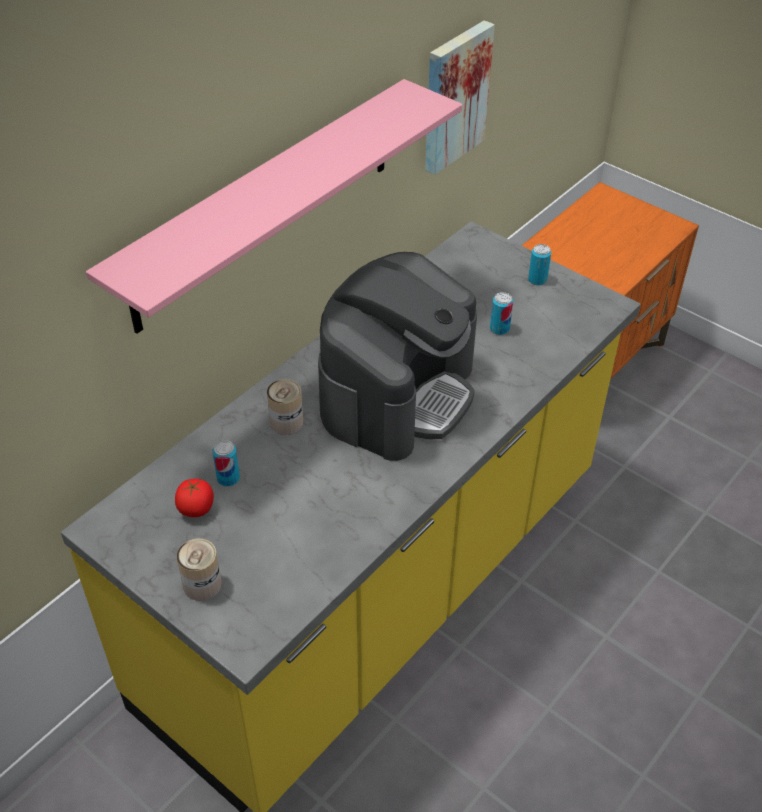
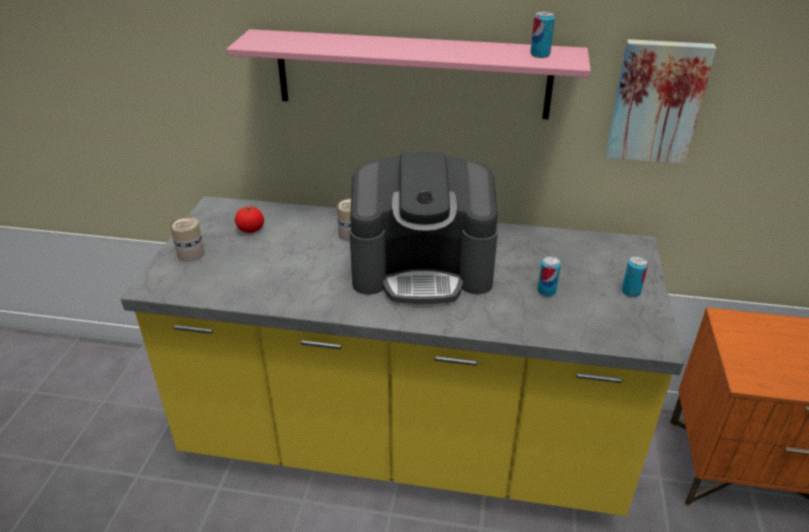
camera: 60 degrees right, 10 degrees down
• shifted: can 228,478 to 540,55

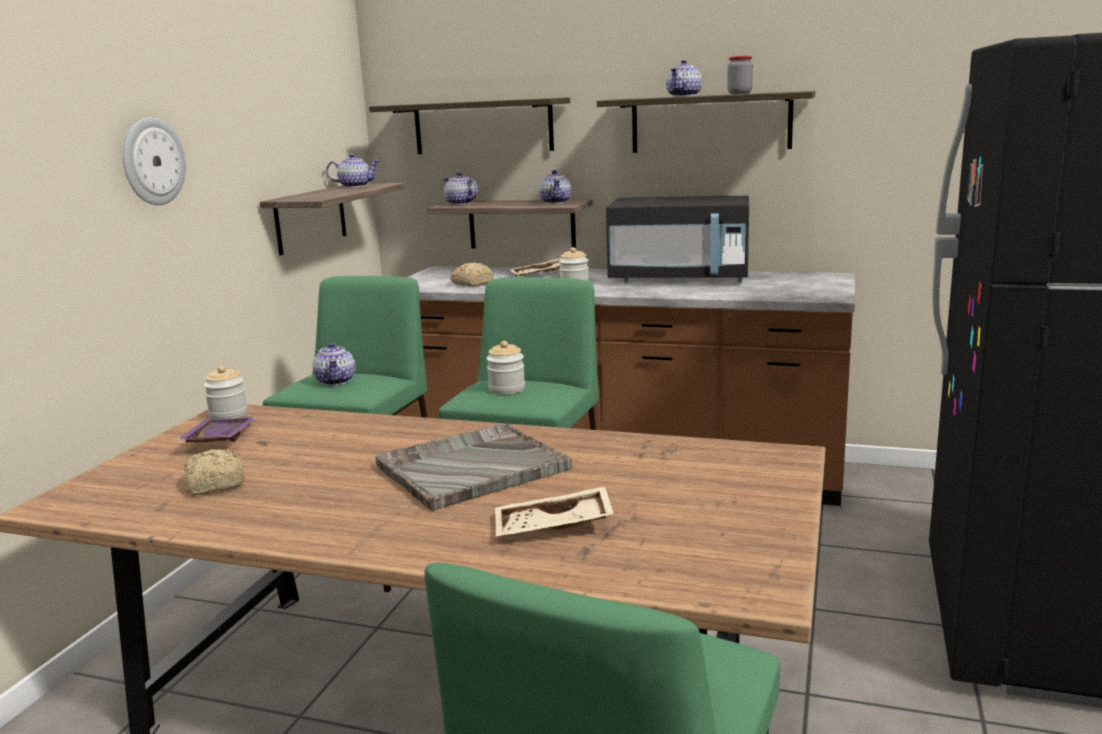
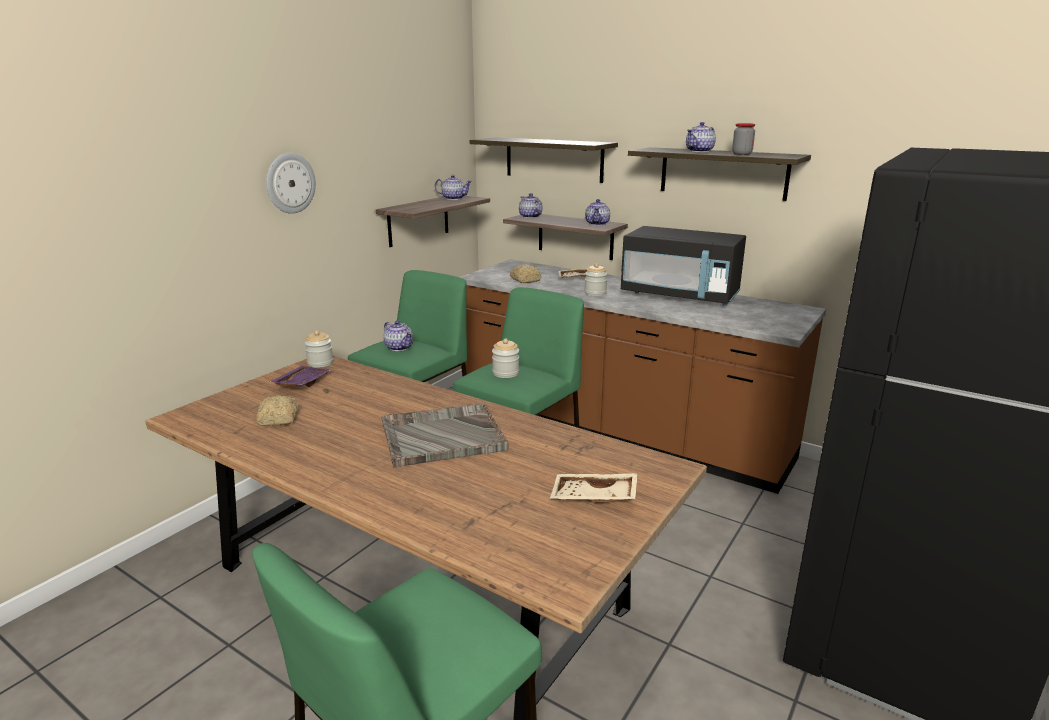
camera: 15 degrees right, 5 degrees up
• rotated: teapot 336,381 = 399,347 45 degrees counterclockwise
• shifted: tray in beige 553,528 to 593,498

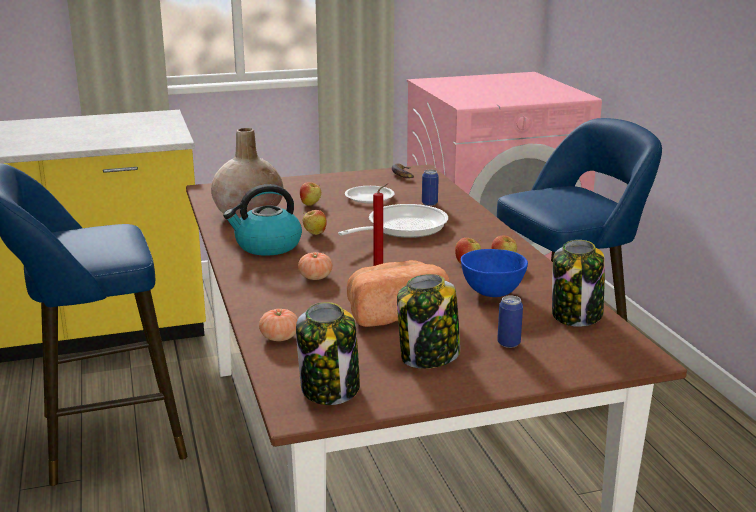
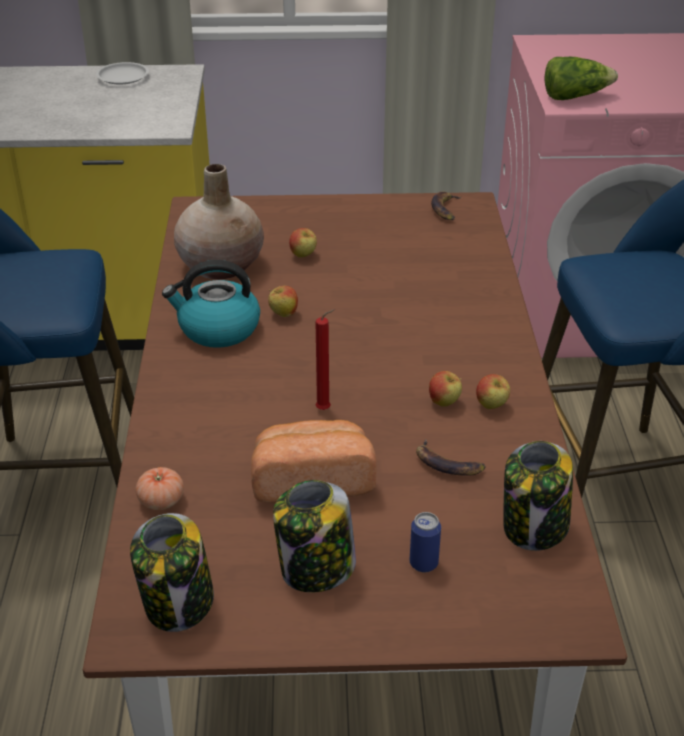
camera: 15 degrees right, 15 degrees up
• gone: tomato 315,277
• gone: frying pan 401,228
• shifted: plate in white 370,197 to 123,77
• gone: can 429,203
• swapped: bowl in blue 491,293 to banana 447,464
• new: lettuce 575,96

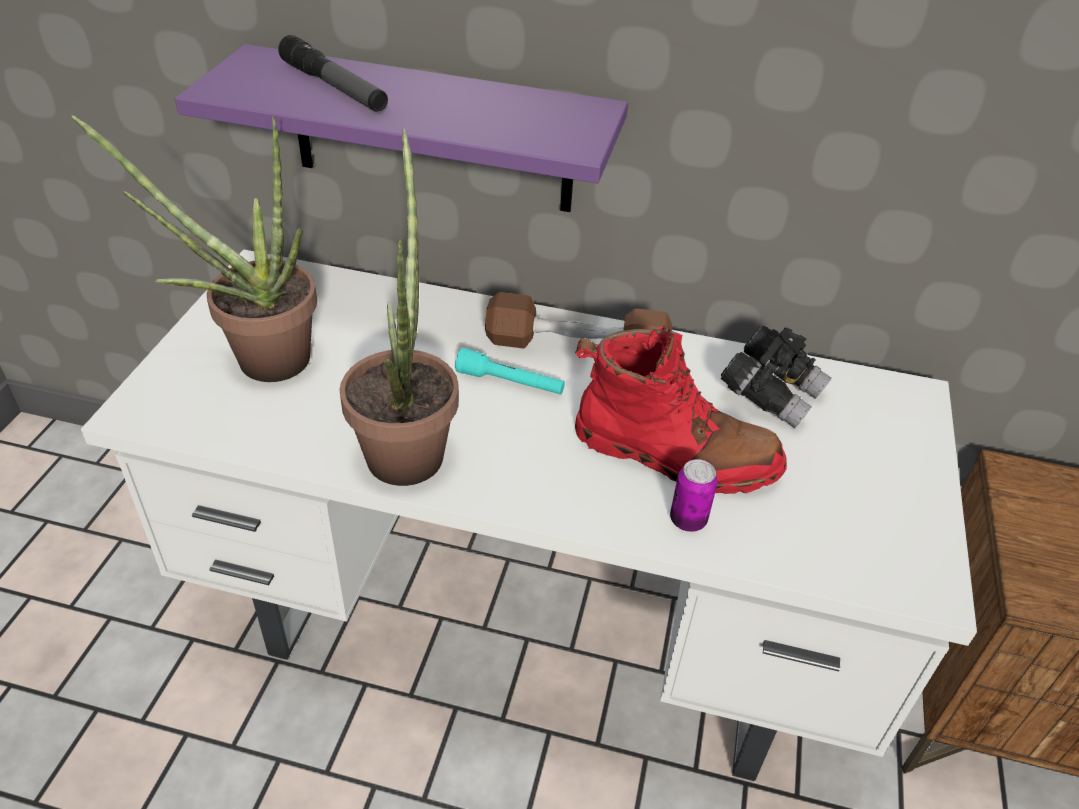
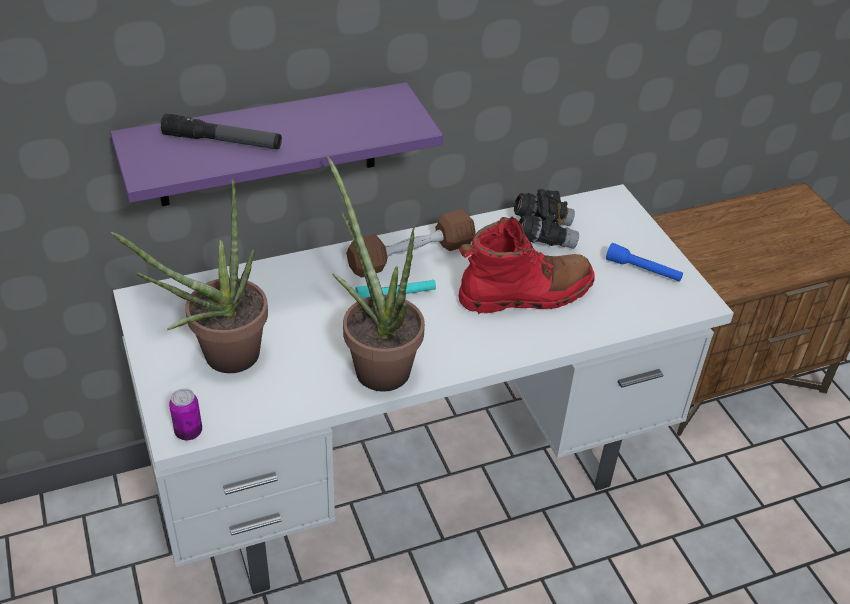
camera: 35 degrees left, 0 degrees up
• shifted: can 688,520 to 188,432
• new: flashlight in blue 643,270

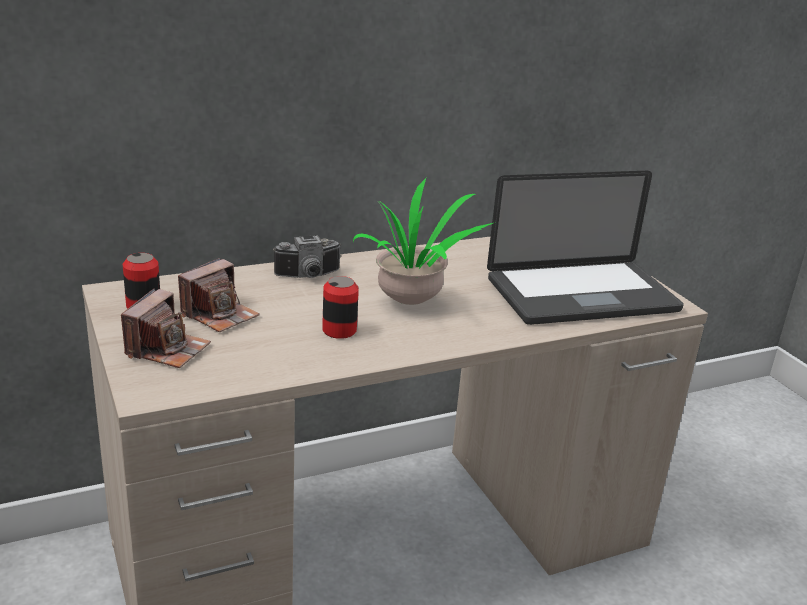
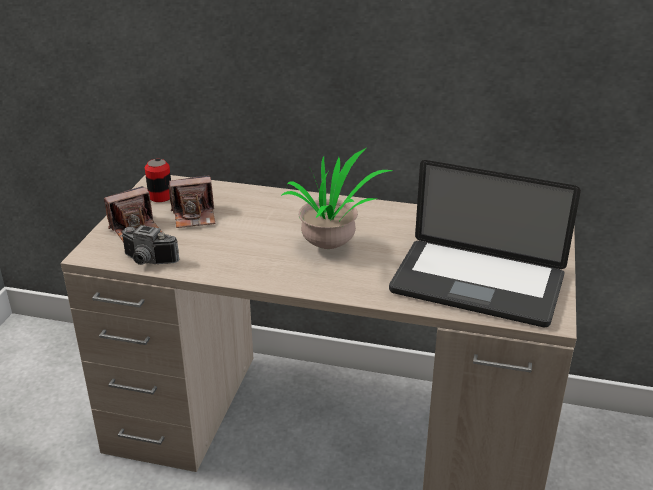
camera: 40 degrees right, 5 degrees up
• shifted: photo camera 309,276 to 147,262
• gone: can 339,330

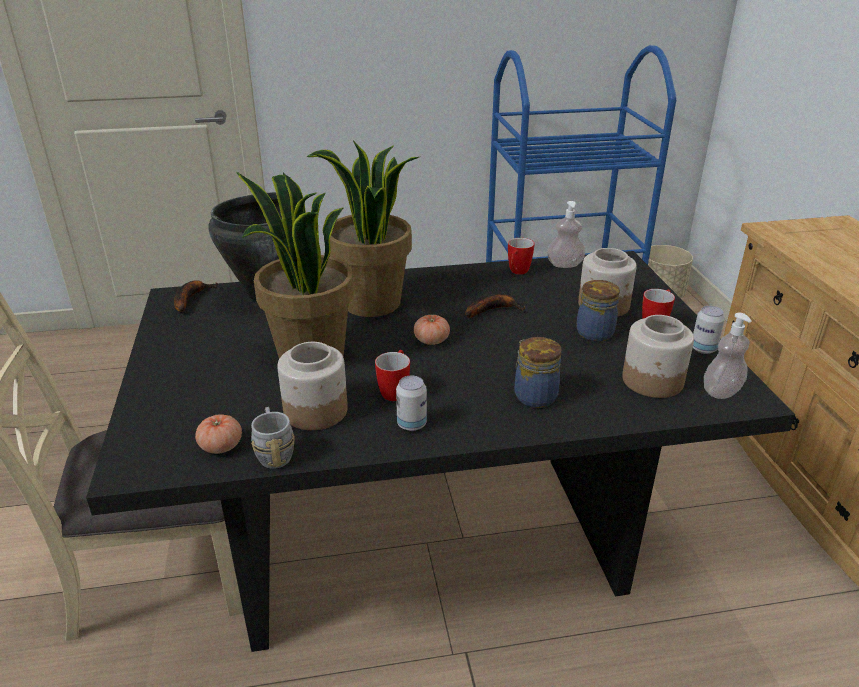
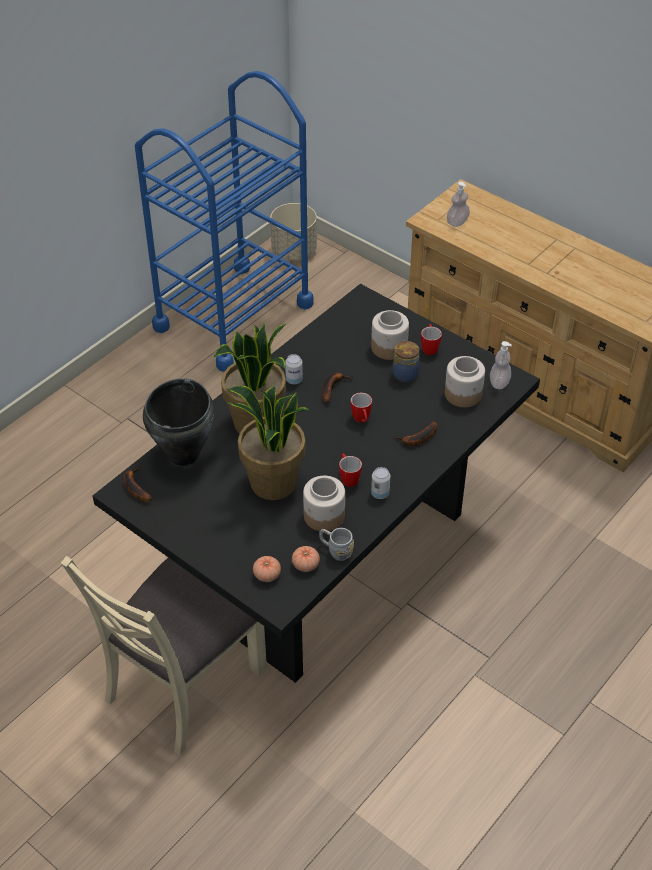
camera: 40 degrees left, 15 degrees up
• shifted: tomato 431,340 to 267,575
• shifted: mug 517,273 to 362,420
• swapped: jar 534,395 to banana 417,439
• shifted: soap dispenser 564,265 to 457,222
• shifted: can 703,349 to 294,380

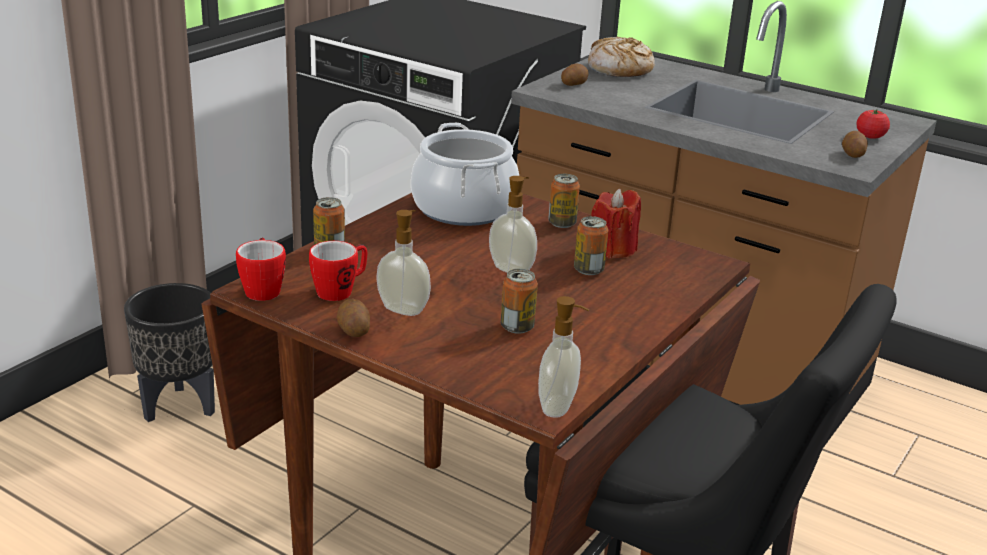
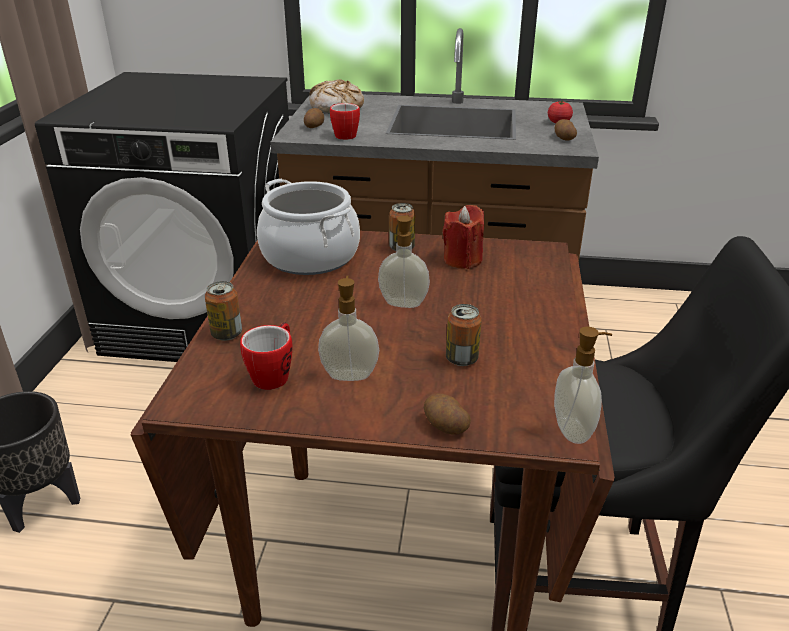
camera: 25 degrees left, 5 degrees up
• shifted: mug 263,289 to 343,135
• shifted: potato 353,330 to 444,426
• gone: can 588,270

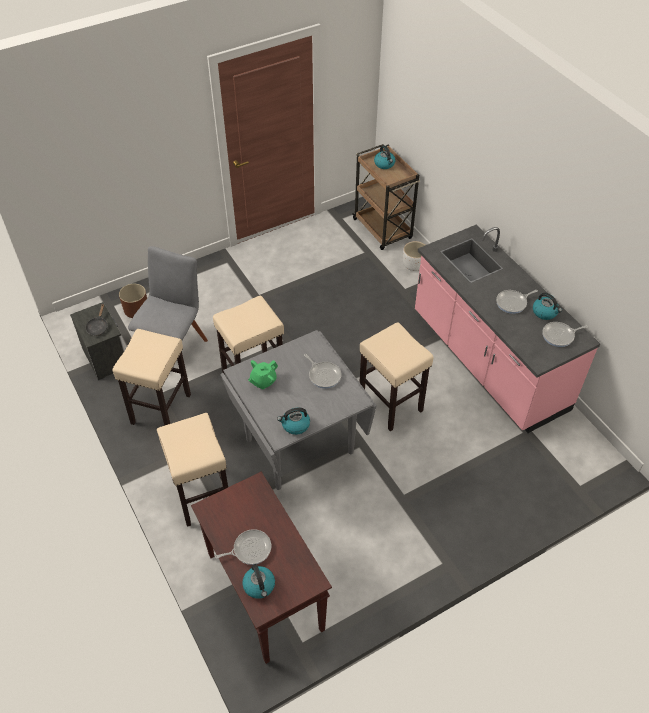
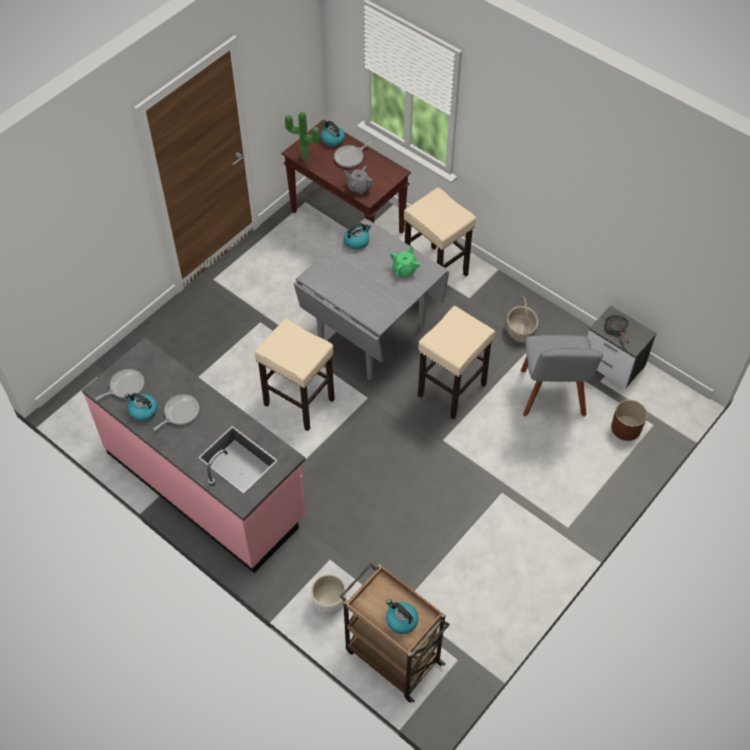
camera: 160 degrees right, 5 degrees up
• swapped: stool in beige 161,408 to basket 521,331
• gone: frying pan 324,375
• new: potted plant 304,158
• new: teapot in grey 359,187

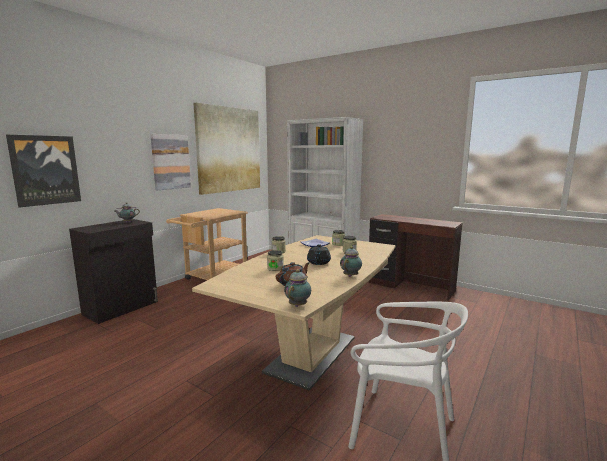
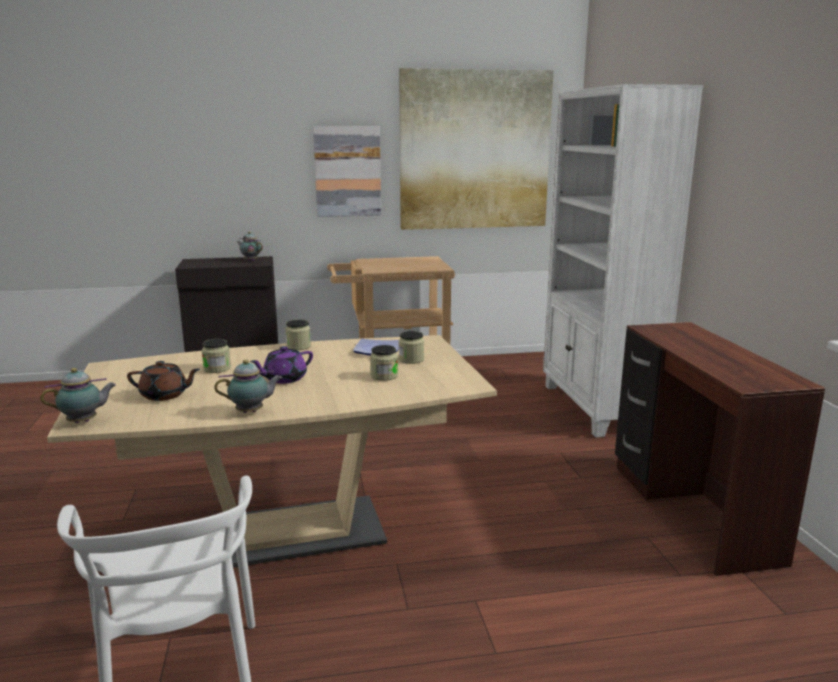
camera: 45 degrees right, 5 degrees up
• gone: picture 45,170
• repainted: teapot in black 318,263 to teapot in purple 284,379

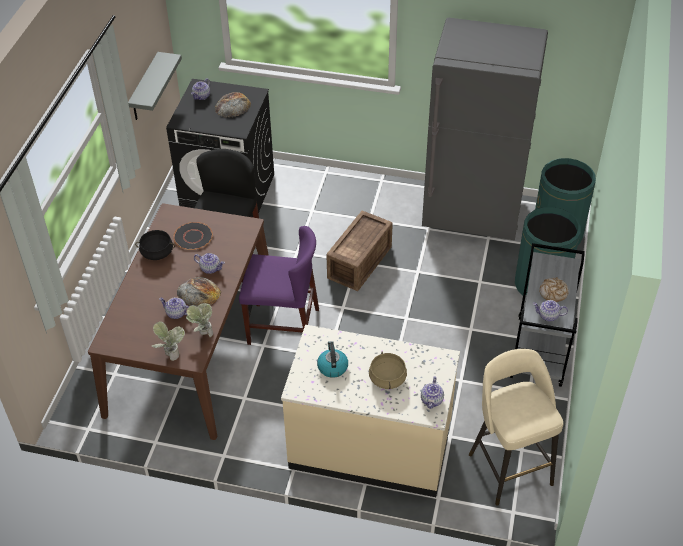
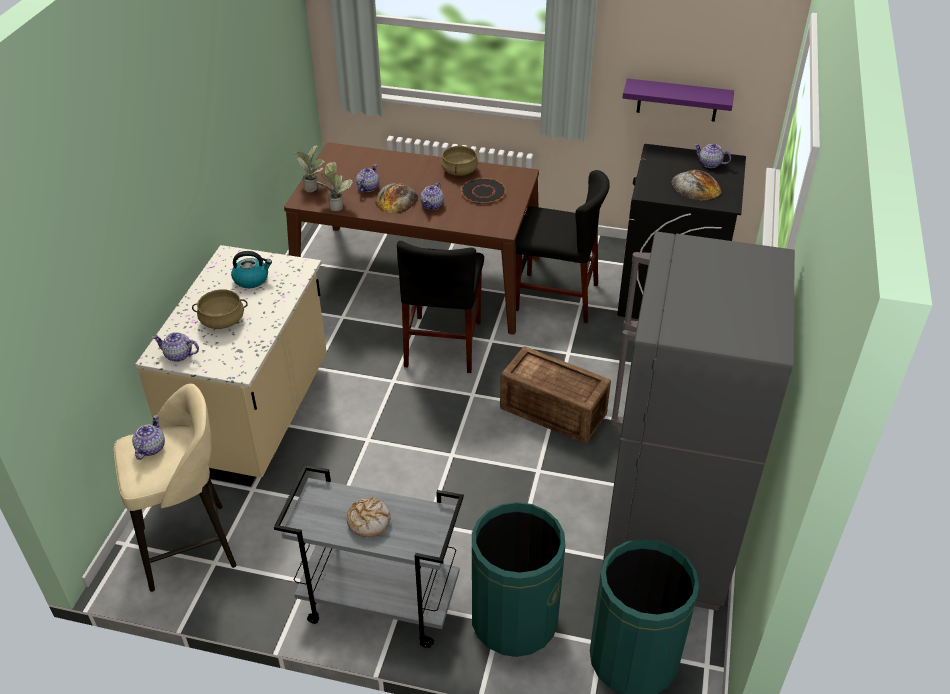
camera: 90 degrees right, 5 degrees down
• repainted: shelf in grey 144,88 to shelf in purple 677,100
• repainted: cooking pot in black 157,253 to cooking pot in beige 459,171
• repainted: chair in purple 283,326 to chair in black 443,343
• shifted: teapot 548,316 to 150,448

